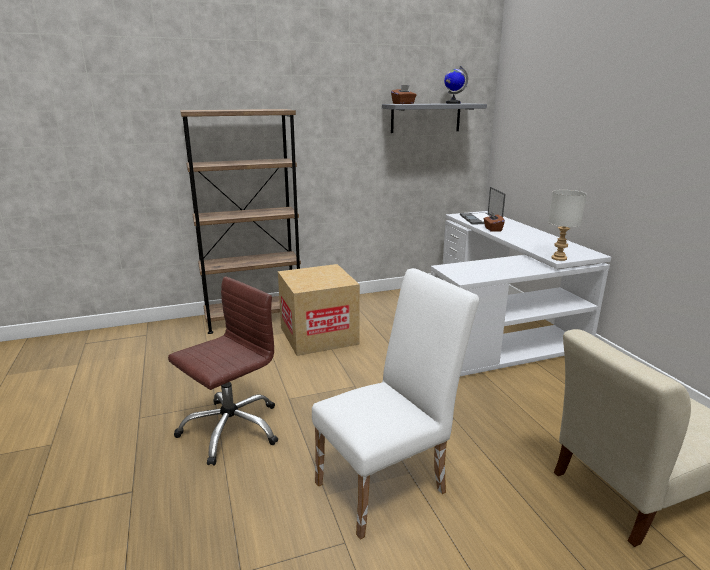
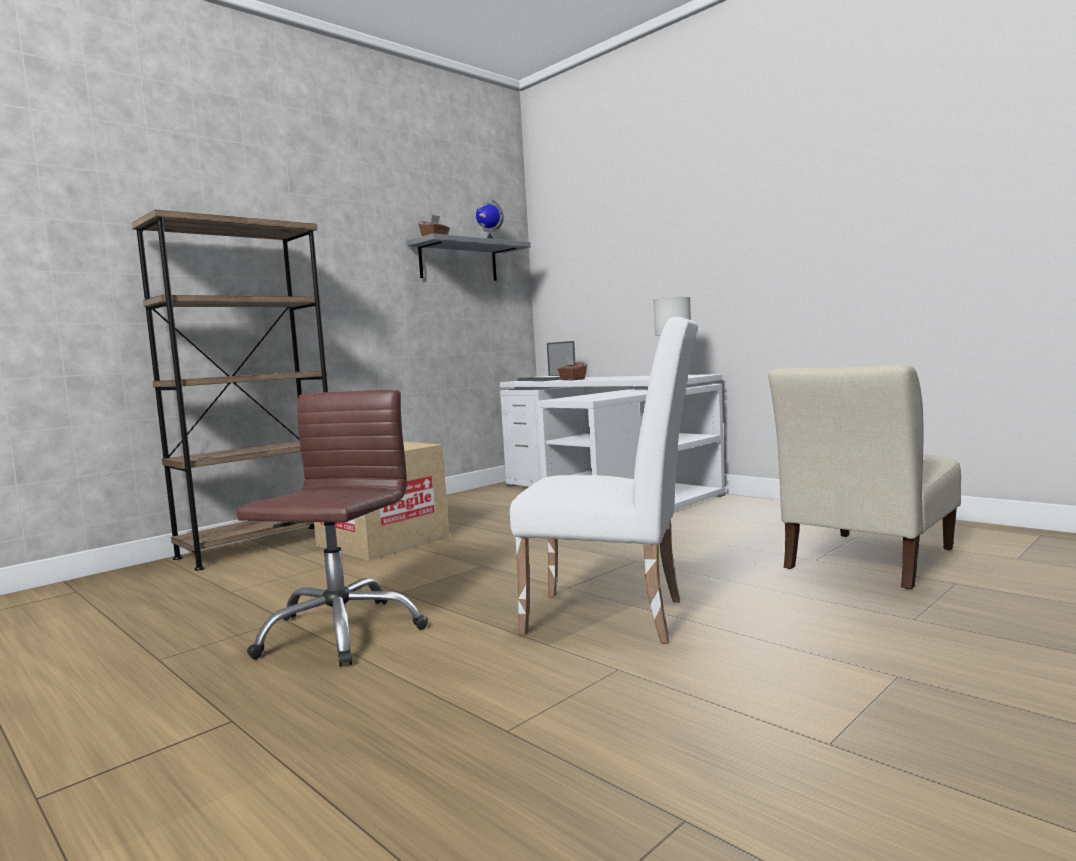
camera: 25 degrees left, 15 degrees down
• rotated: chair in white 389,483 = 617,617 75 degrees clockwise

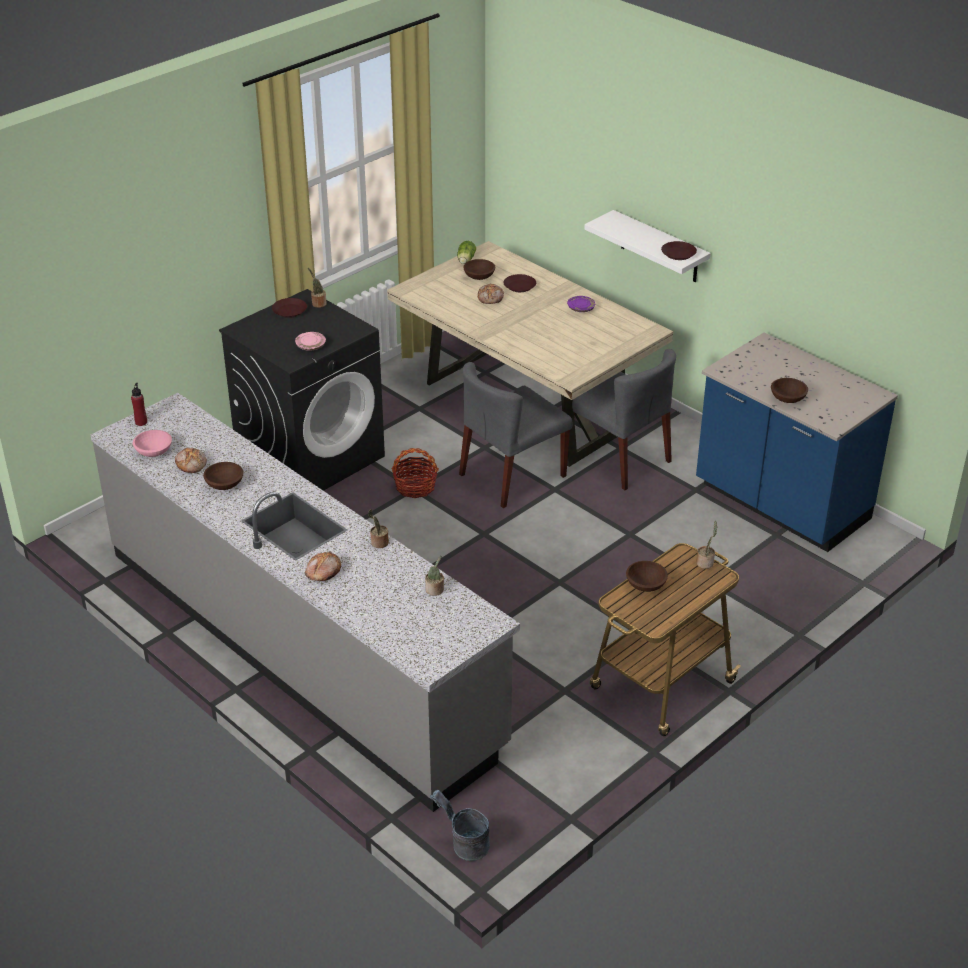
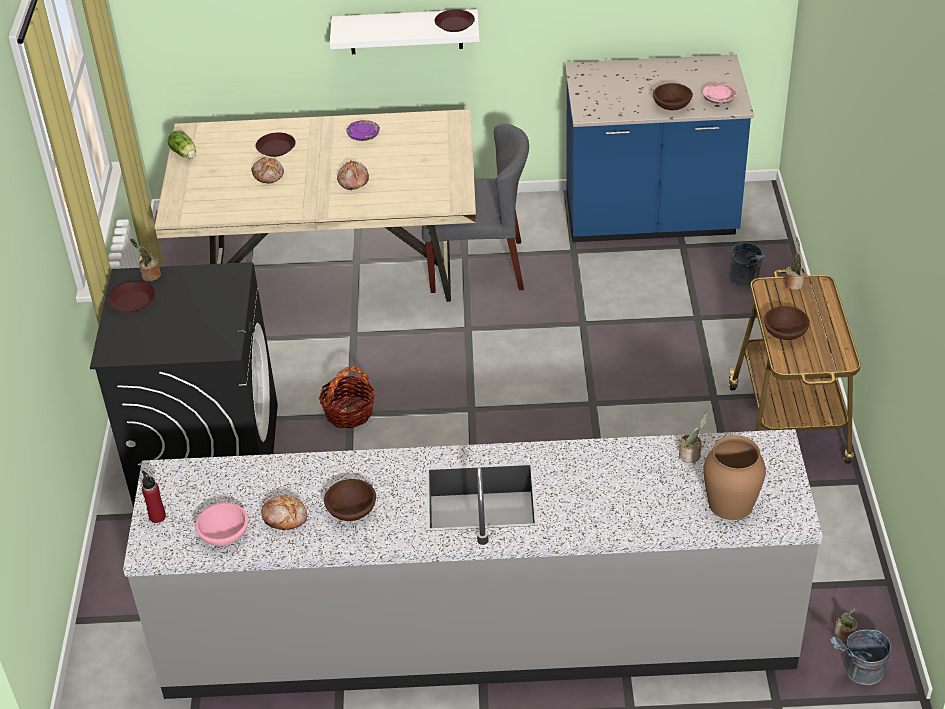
camera: 45 degrees left, 5 degrees up
• shifted: plate in pink 311,346 to 719,99
• shifted: bread 323,571 to 352,181
• shifted: potted plant 378,543 to 844,635
• gone: chair in grey 512,476
• gone: bowl in brown 479,276
• new: vase in brown 731,503
• new: bucket in grey 745,281

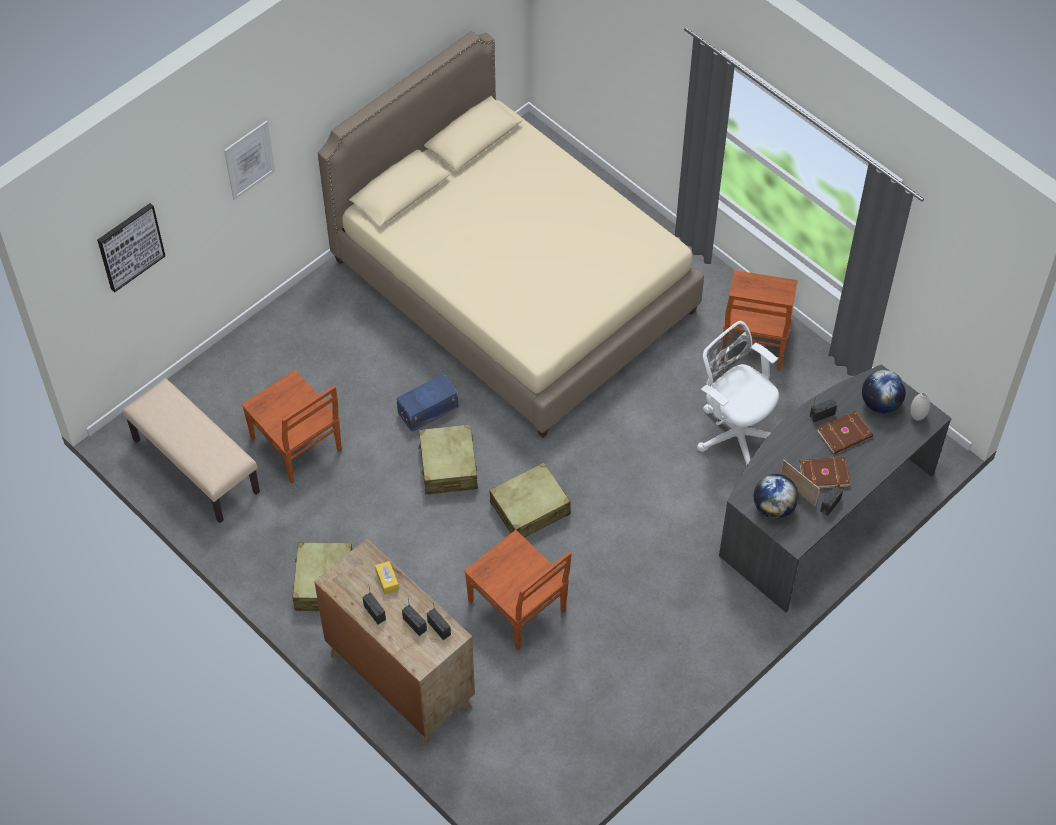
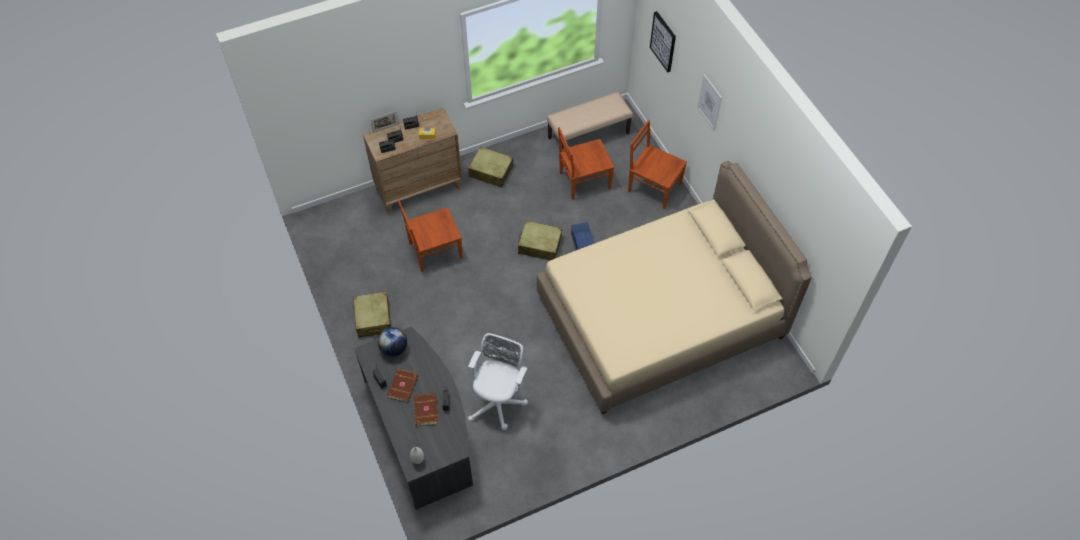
camera: 110 degrees right, 0 degrees up
• shifted: suitcase in beige 530,508 to 373,319
• rotated: office chair in white 735,433 = 498,401 45 degrees counterclockwise
• shifted: chair in brown 754,340 to 653,187
• shifted: picture frame 797,491 to 386,128
• gone: globe 880,403

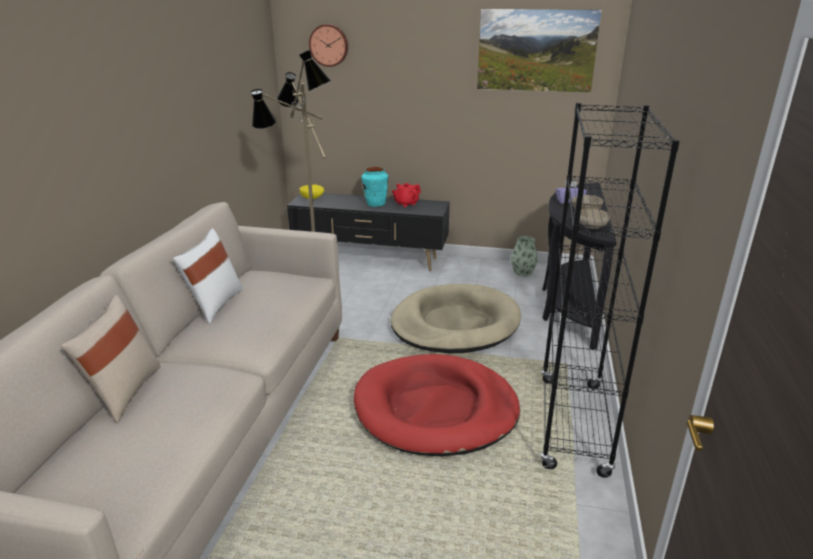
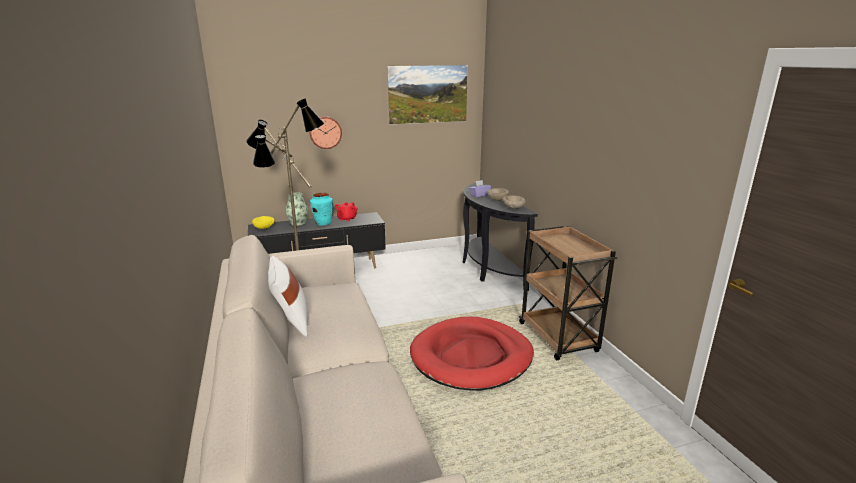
camera: 30 degrees left, 5 degrees down
• gone: pillow in beige 124,392
• shifted: wall clock 329,45 to 325,132
• gone: dog bed in beige 455,324
• shifted: vase 522,272 to 298,223
• swapped: bookcase in black 573,425 to cart in brown 558,338

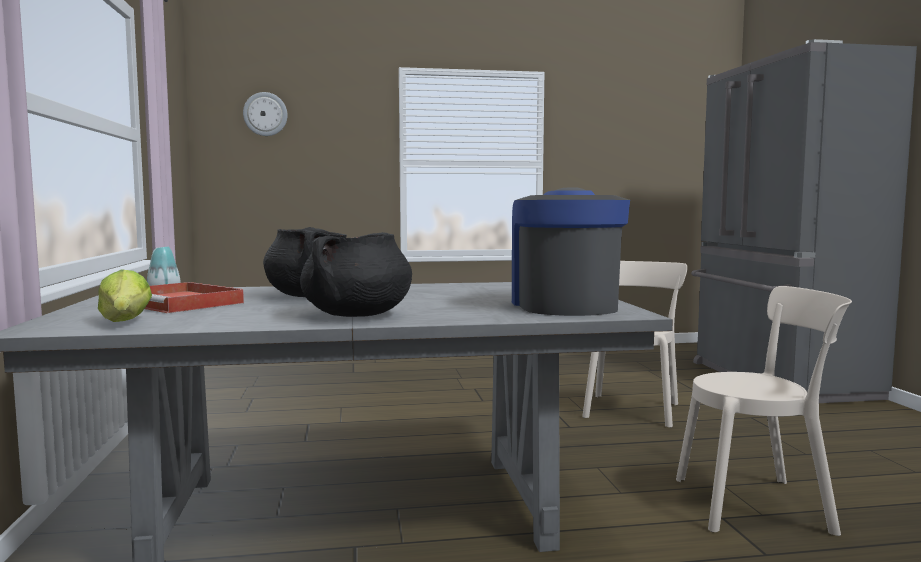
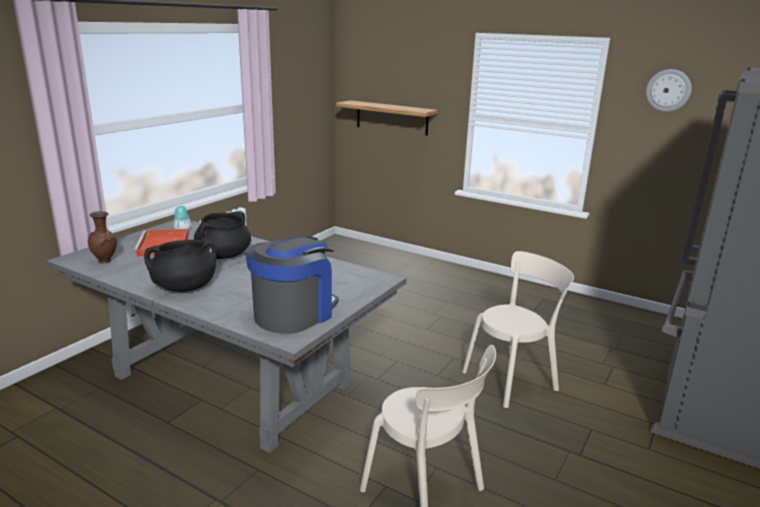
camera: 40 degrees right, 15 degrees up
• swapped: lettuce 126,322 to vase in brown 106,261
• shifted: wall clock 265,114 to 668,90
• new: shelf 391,117

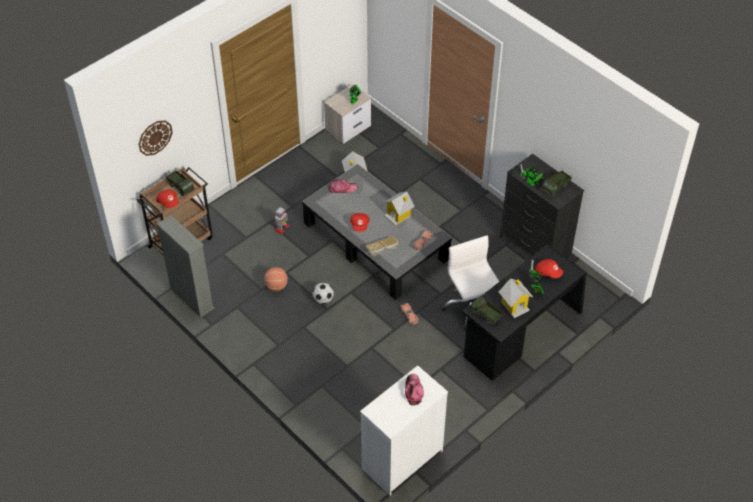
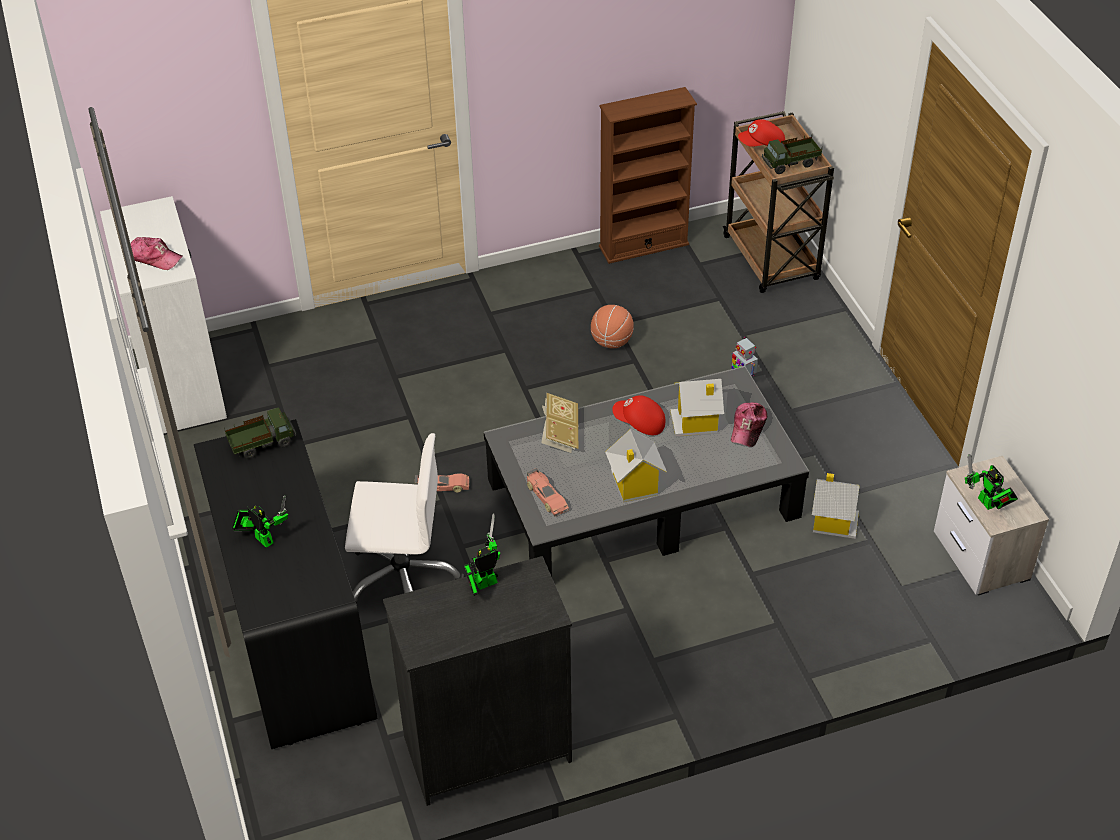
camera: 115 degrees right, 5 degrees down
• gone: wall clock 155,137
• repainted: bookcase in grey 191,298 to bookcase in brown 643,245
• gone: football 323,299
• shifted: toy house 514,305 to 696,422
• gone: cap in red 548,272
• gone: toy truck 555,188

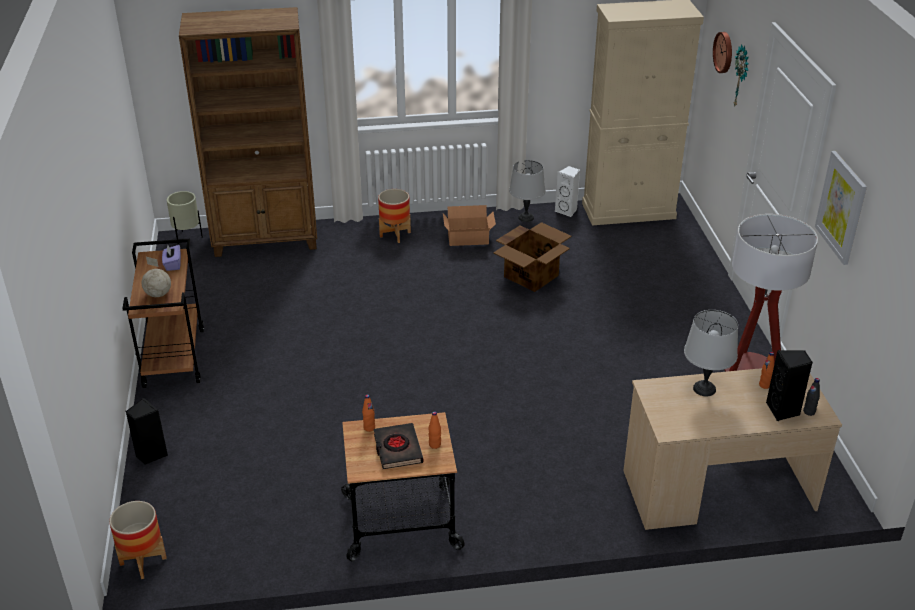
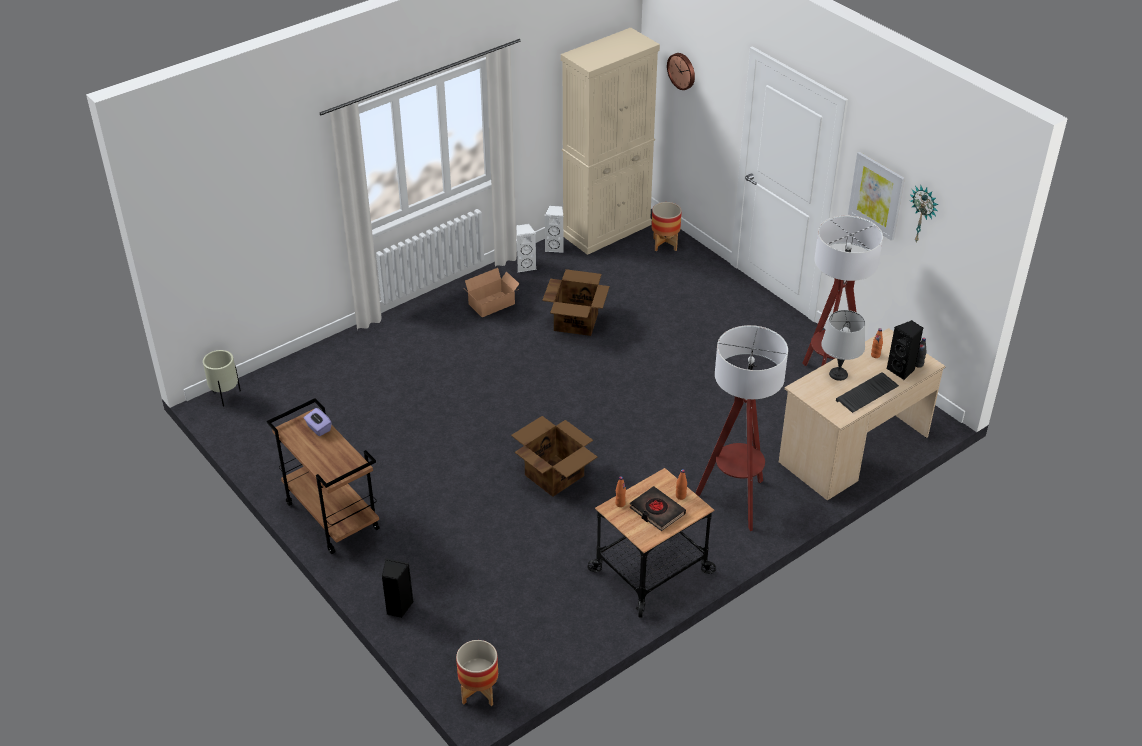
camera: 30 degrees left, 5 degrees up
• gone: globe 158,294
• gone: bookcase in brown 266,240
• shifted: planter 395,234 to 665,244
• swapped: table lamp in grey 526,217 to speaker in white 525,266
• shifted: wall clock 742,77 to 923,214
• new: cardboard box 554,474
• new: floor lamp 736,501
• new: keyboard 867,394

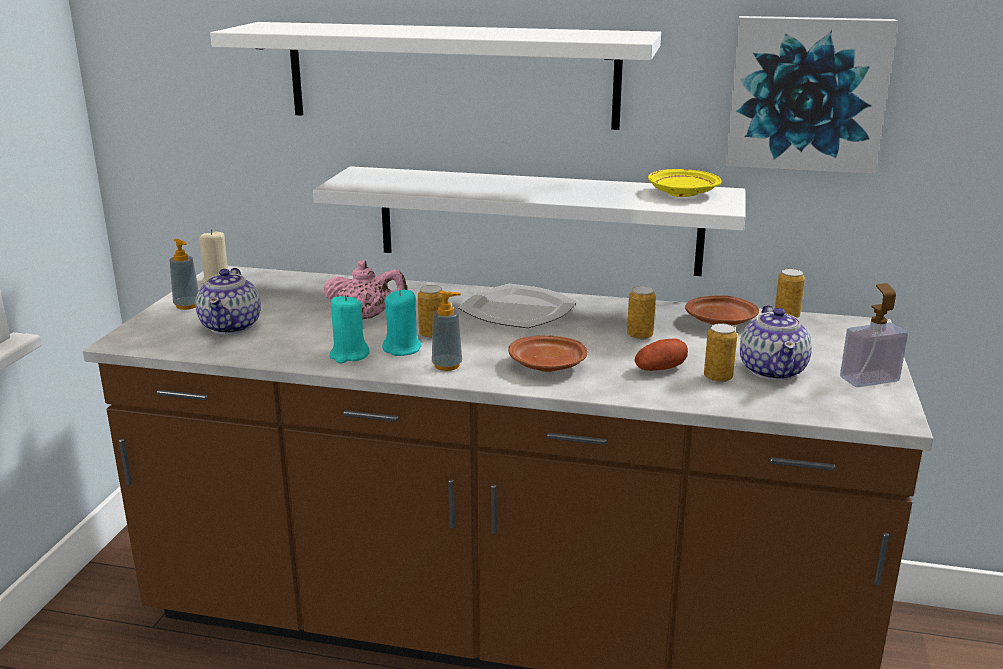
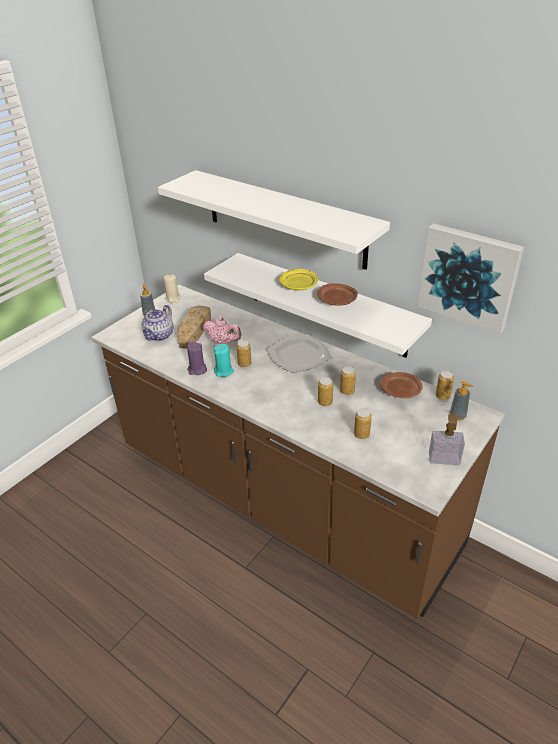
camera: 25 degrees right, 15 degrees up
• repainted: candle in turquoise 349,355 to candle in purple 197,370
• shifted: soap dispenser 447,365 to 457,416
• shifted: plate in brown 548,365 to 337,301
• gone: potato 660,369
• shifted: plate in yellow 682,193 to 298,285
• gone: teapot 773,370
• new: bread 194,330
• new: can 325,402

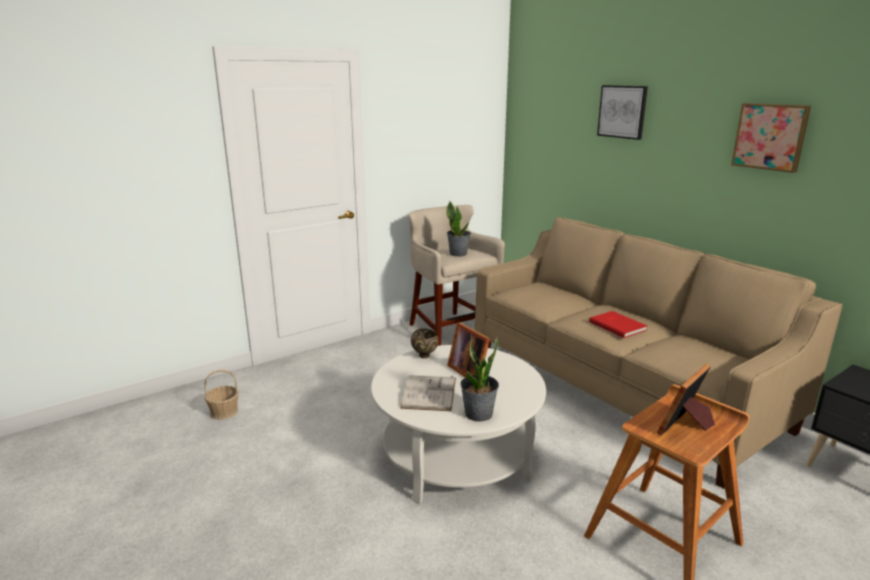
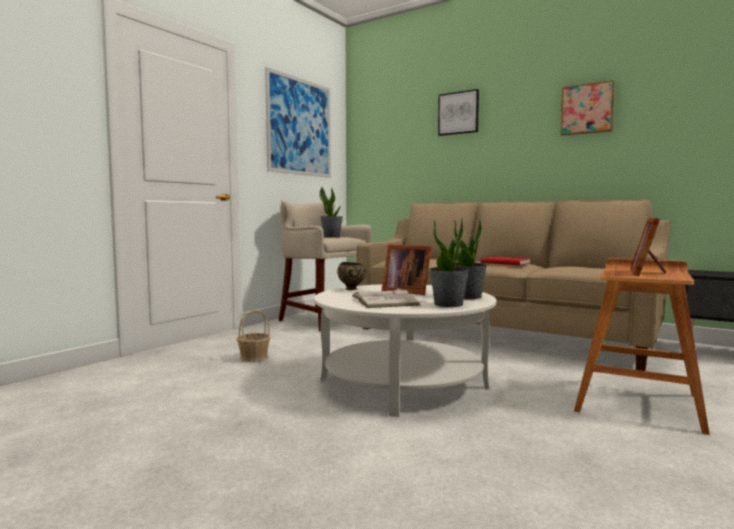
camera: 20 degrees left, 15 degrees down
• shifted: basket 224,412 to 253,358
• new: picture 300,127
• new: potted plant 468,297

